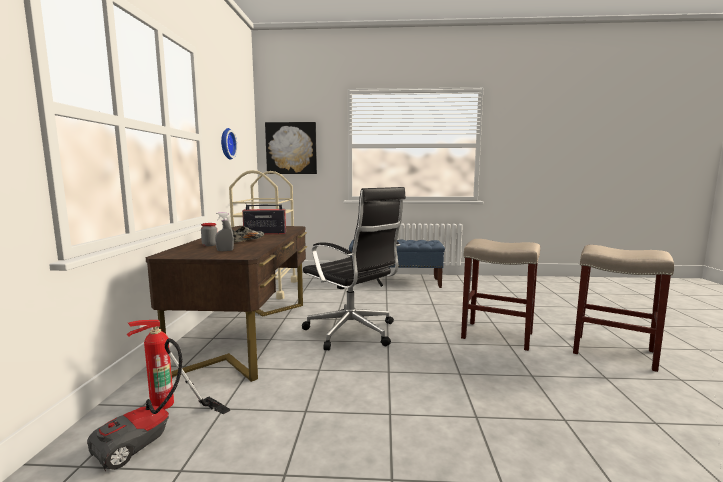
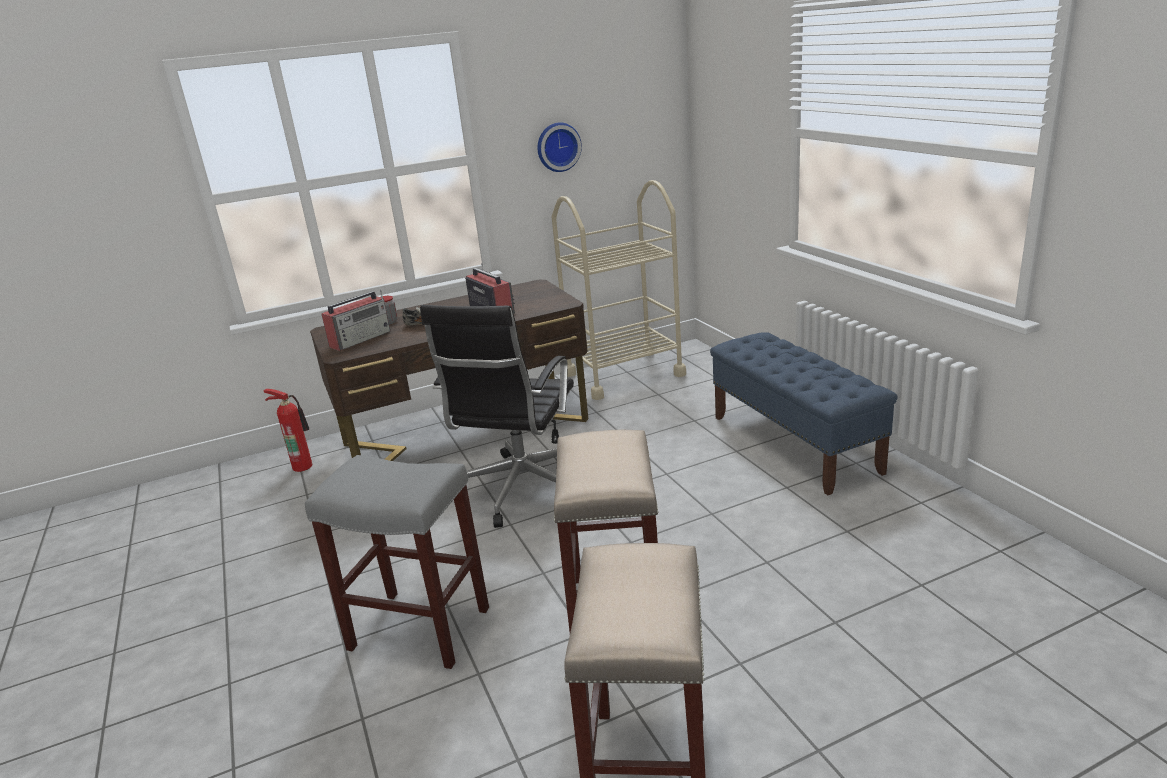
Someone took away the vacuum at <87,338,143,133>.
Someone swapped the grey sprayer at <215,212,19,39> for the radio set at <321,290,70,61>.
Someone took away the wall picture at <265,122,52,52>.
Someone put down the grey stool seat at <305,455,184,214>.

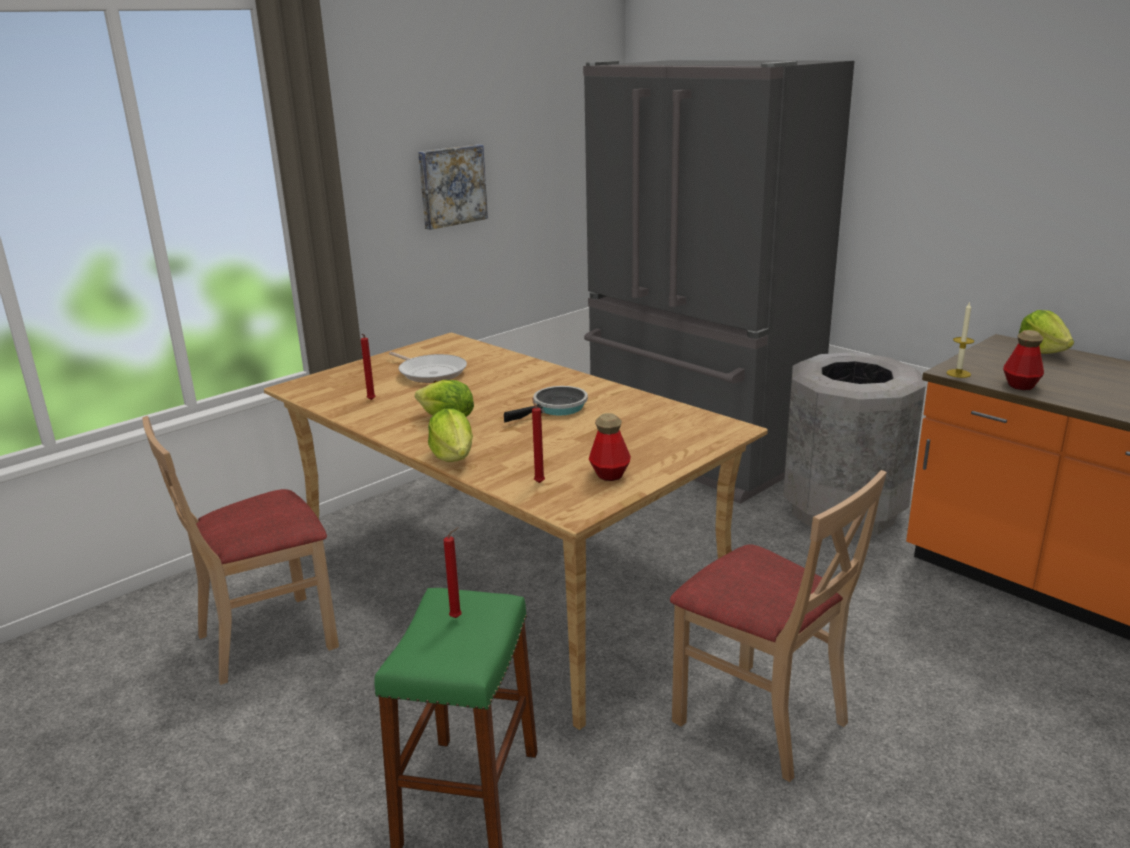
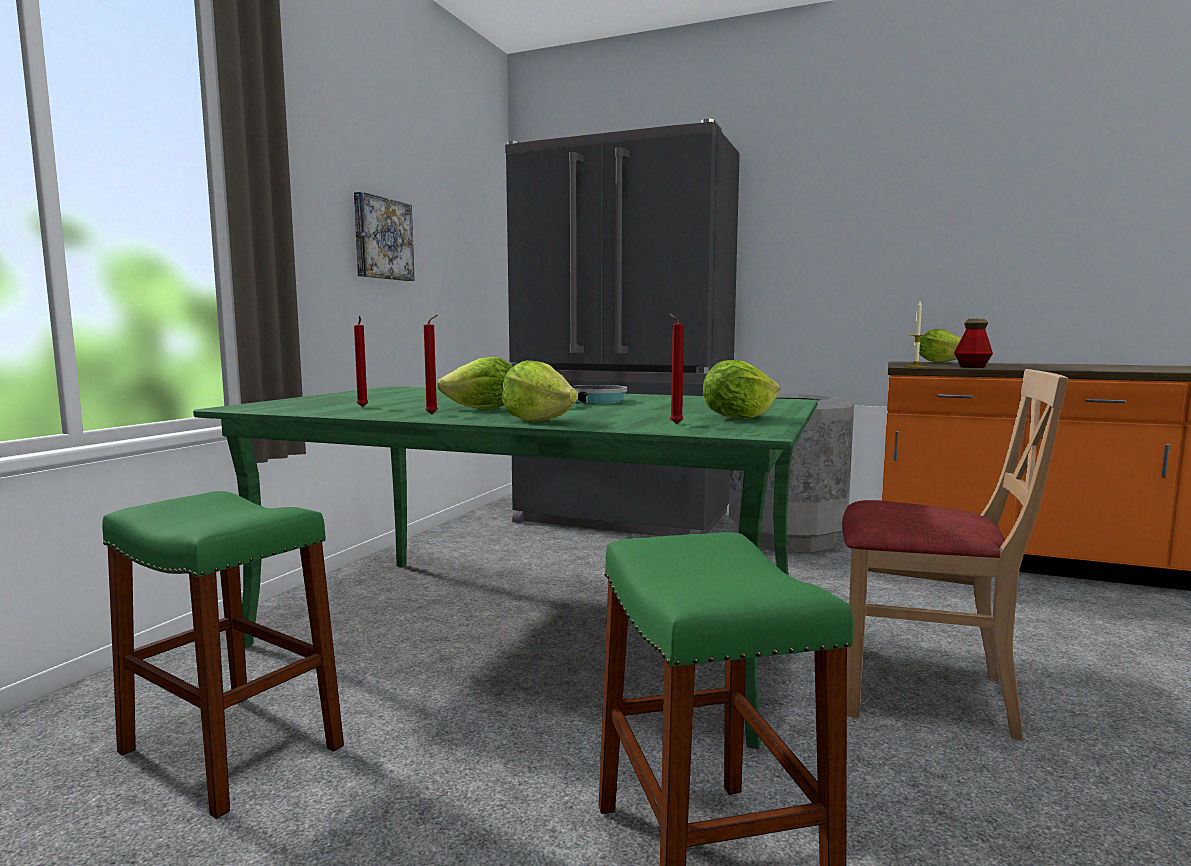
Someone swapped the sand-coloured plain chair at <142,416,197,269> for the green stool seat at <102,491,242,328>.
Someone repainted the sand-coloured kitchen table at <264,332,504,398>, which became the green kitchen table at <193,386,625,363>.
Someone took away the pan at <389,352,78,31>.
Someone carried the reddish candle from <444,527,18,91> to <424,315,14,100>.
Someone swapped the beverage bottle at <589,413,42,68> for the lettuce head at <702,360,78,59>.

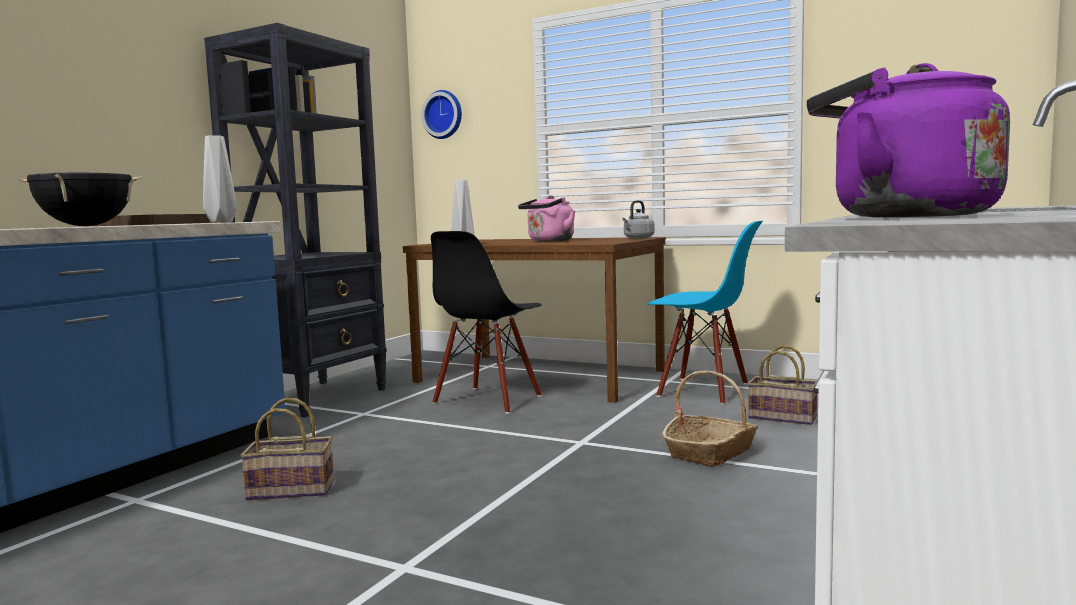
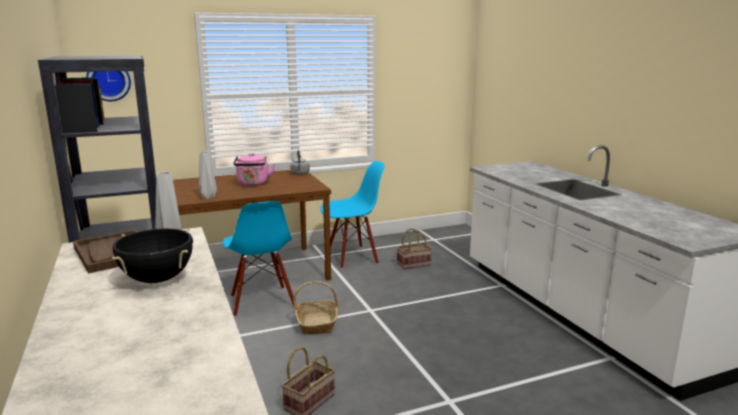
Someone repainted the blackish plain chair at <431,231,111,183>, which became the bluish plain chair at <223,201,71,116>.
Someone carried the household basket from <662,371,96,96> to <293,281,45,53>.
Someone took away the purple kettle at <807,63,203,154>.

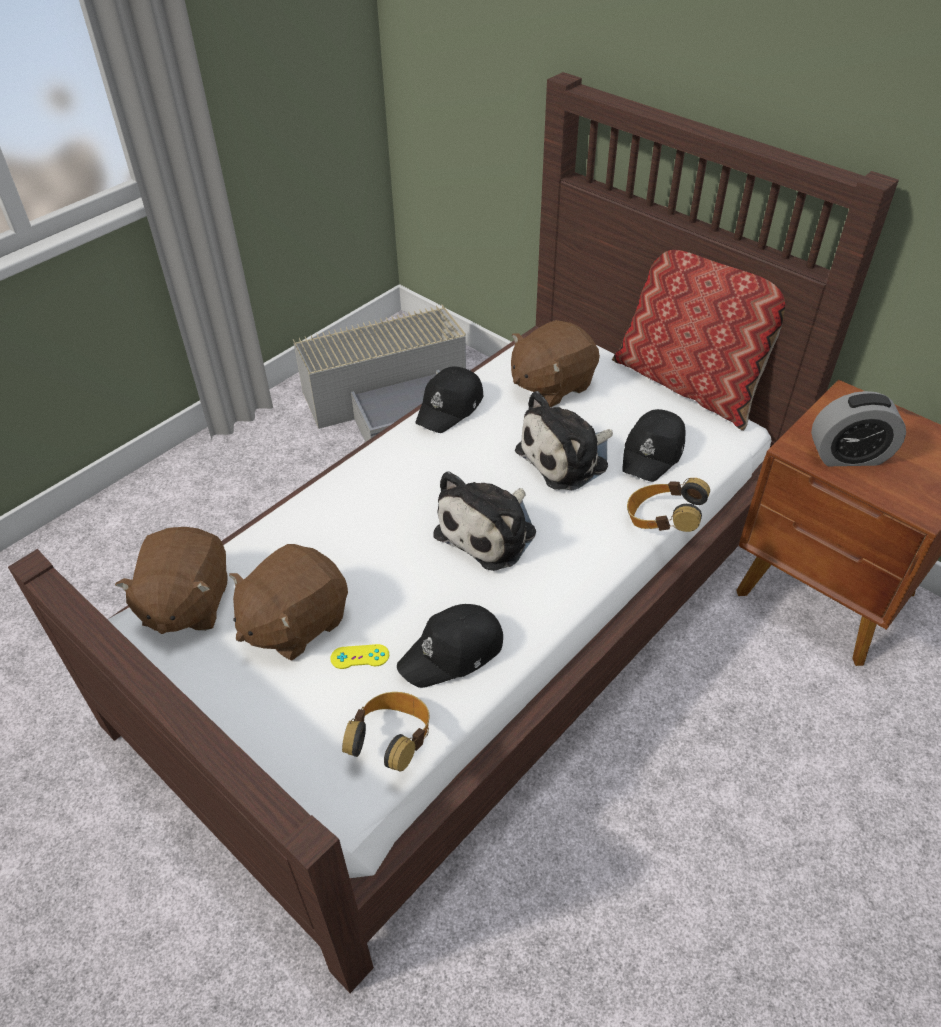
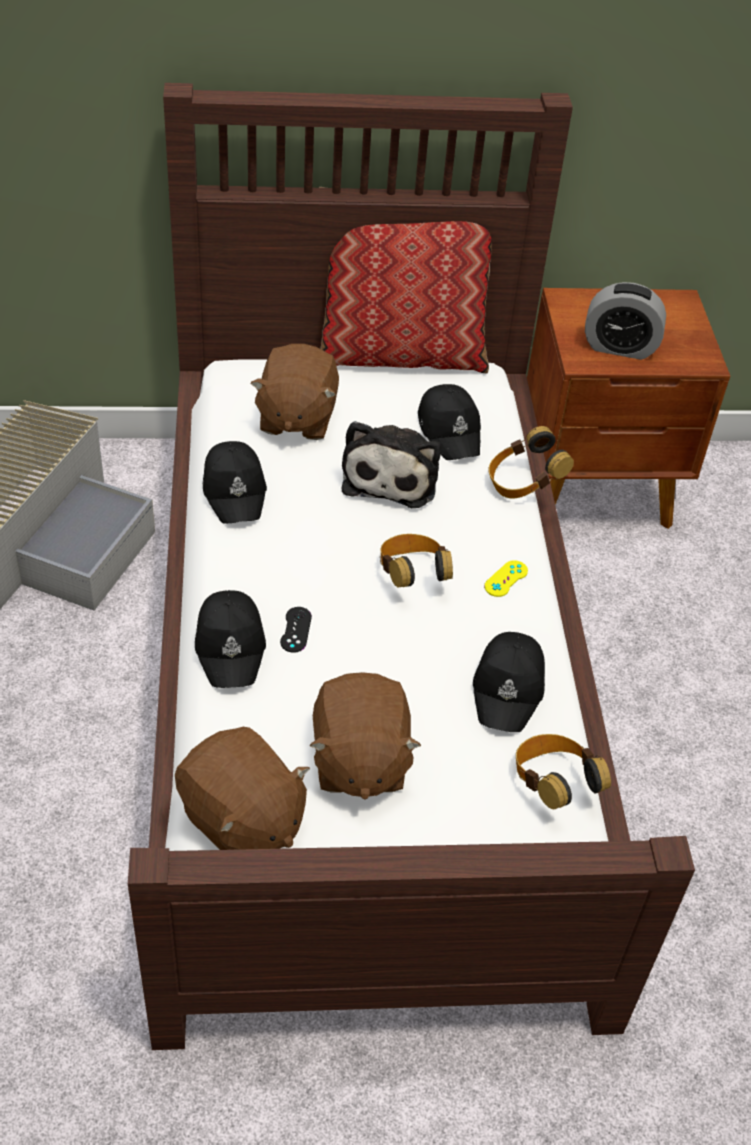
Someone carried the yellow gamepad from <330,644,59,25> to <484,560,44,37>.
Someone swapped the plush toy at <433,471,103,100> for the headset at <380,534,73,53>.
Someone rotated the table clock at <811,391,95,75> by 60 degrees clockwise.
Someone put down the blackish cap at <195,590,71,98>.
Someone put down the blackish gamepad at <280,607,32,46>.

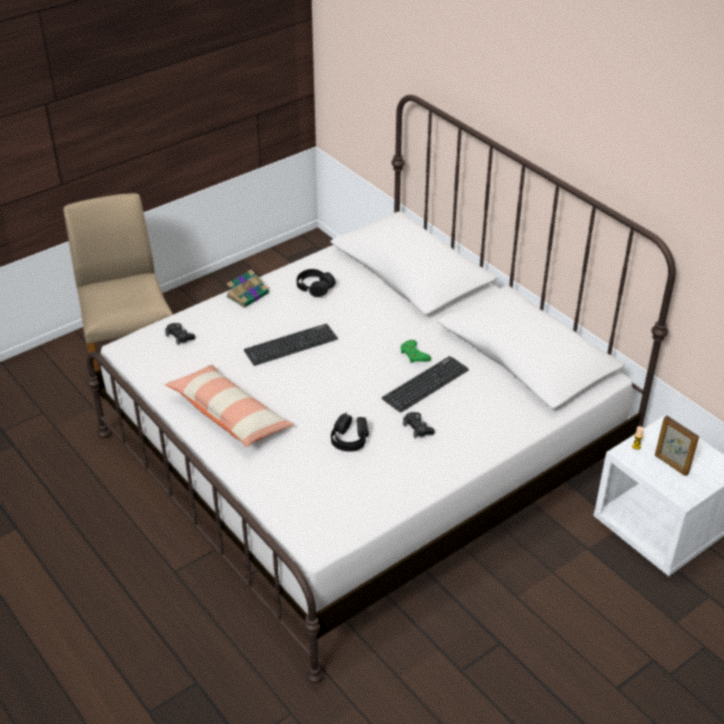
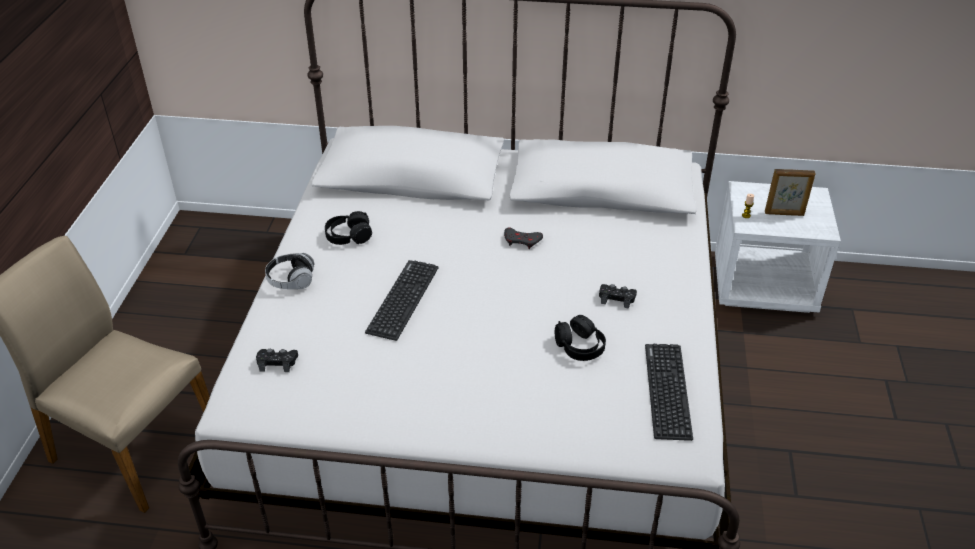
Someone took away the pillow at <164,364,129,83>.
Someone swapped the bound book at <226,269,44,39> for the headset at <265,253,49,36>.
Someone carried the computer keyboard from <382,356,87,57> to <645,344,48,97>.
Someone repainted the green gamepad at <401,340,30,23>, which became the grey gamepad at <504,228,39,21>.

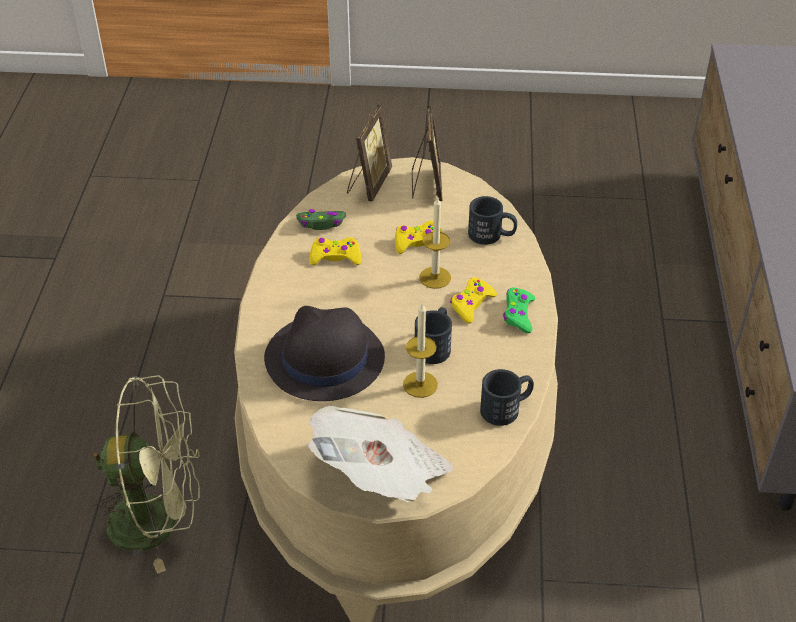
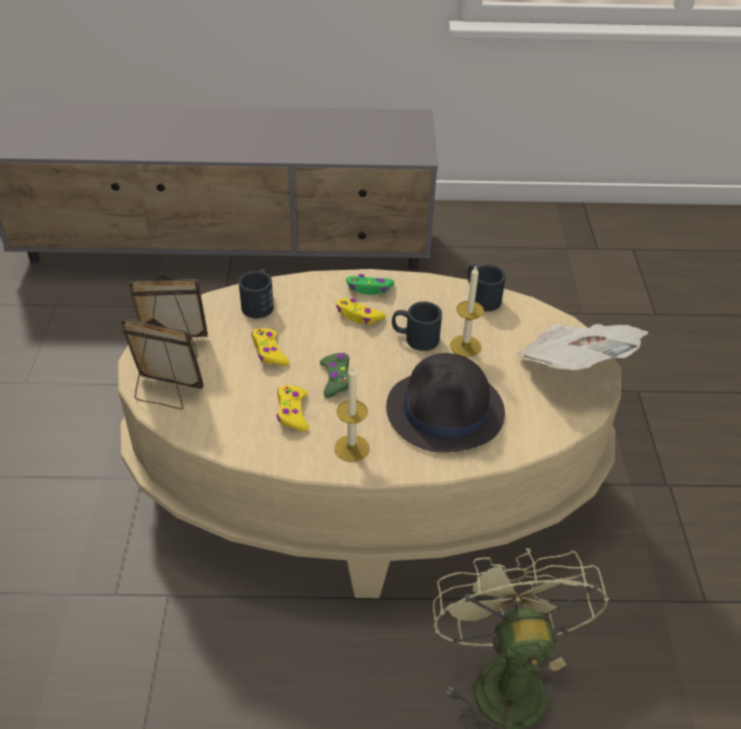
Someone carried the green gamepad from <296,209,50,21> to <320,353,30,45>.
Someone carried the candle from <419,196,32,93> to <334,366,36,96>.

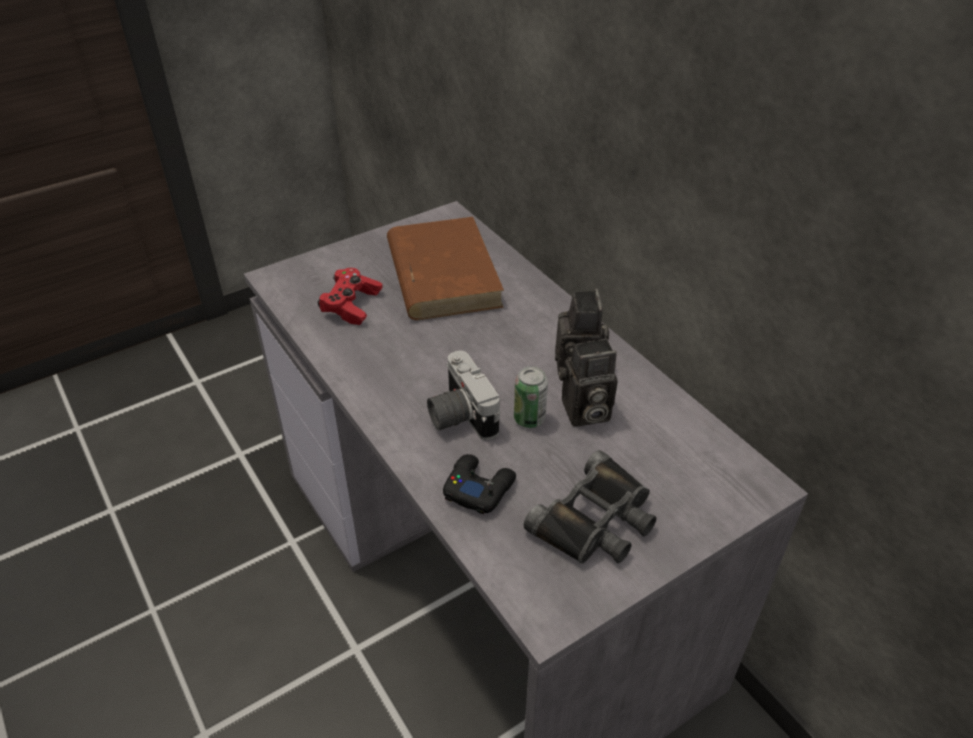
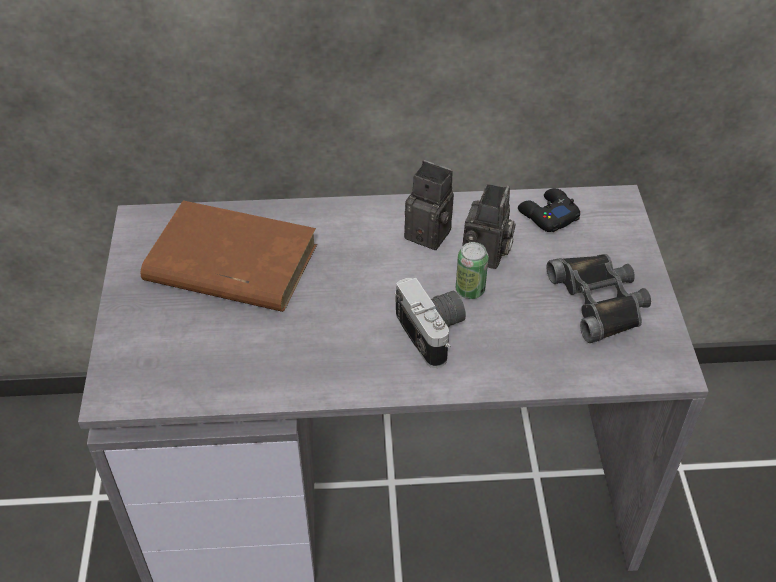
Someone took away the reddish gamepad at <317,268,66,57>.
Someone rotated the still camera at <427,351,74,89> by 120 degrees counterclockwise.
Someone carried the blackish gamepad from <443,454,73,60> to <518,188,62,44>.

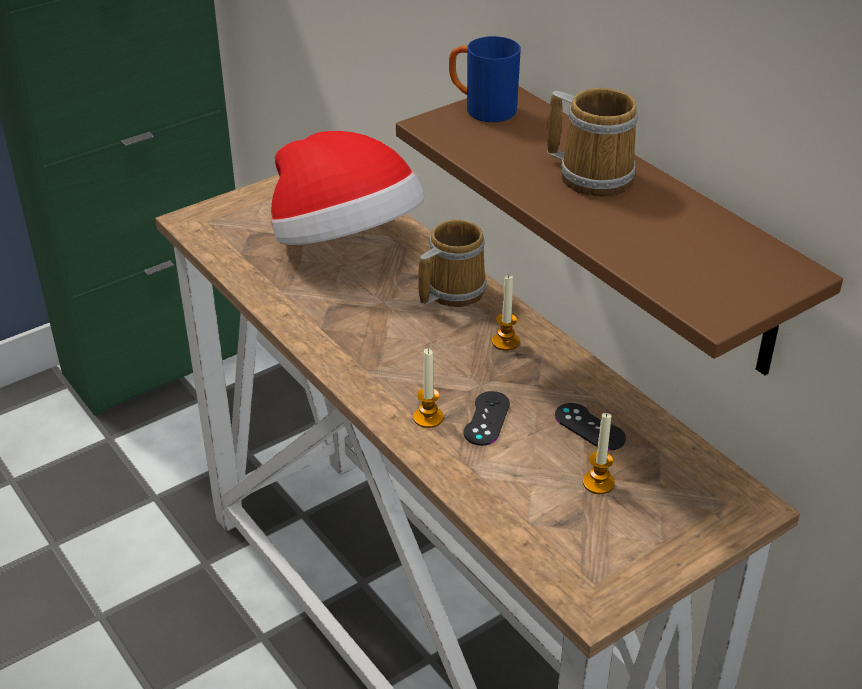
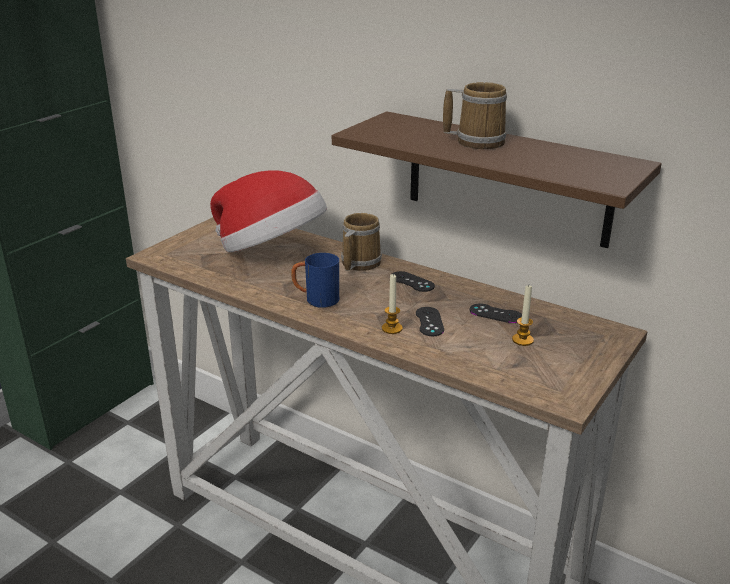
Someone carried the bluish tea mug from <449,36,72,86> to <291,253,48,55>.
Someone swapped the candle at <492,275,28,76> for the blackish gamepad at <392,271,43,21>.

